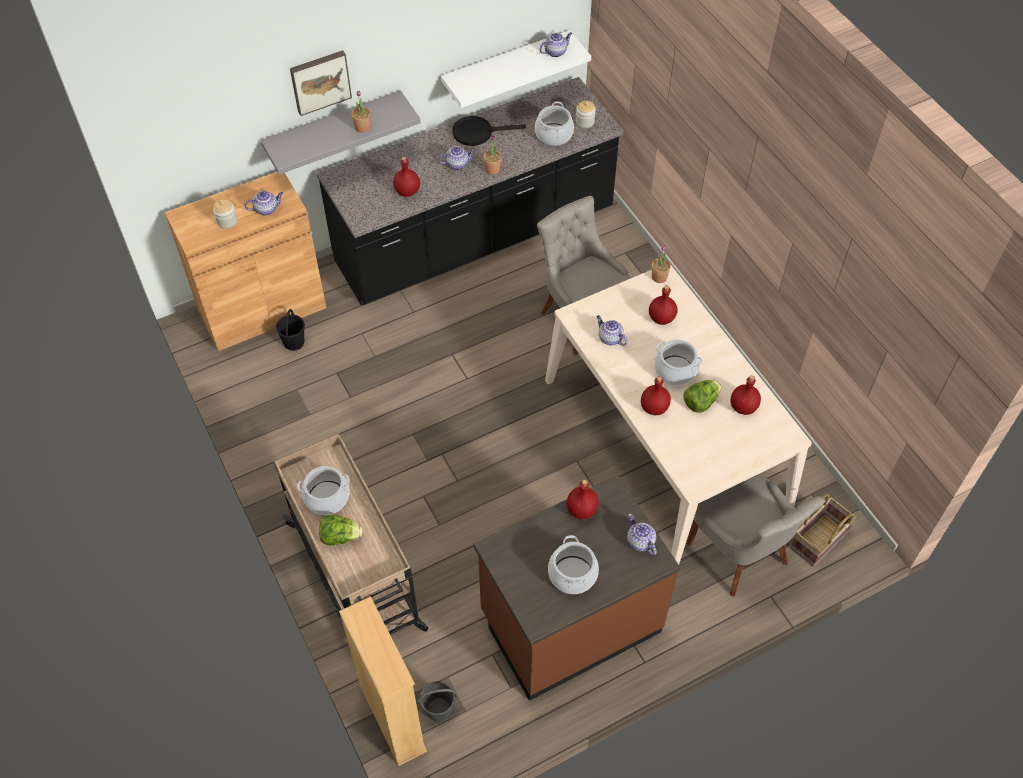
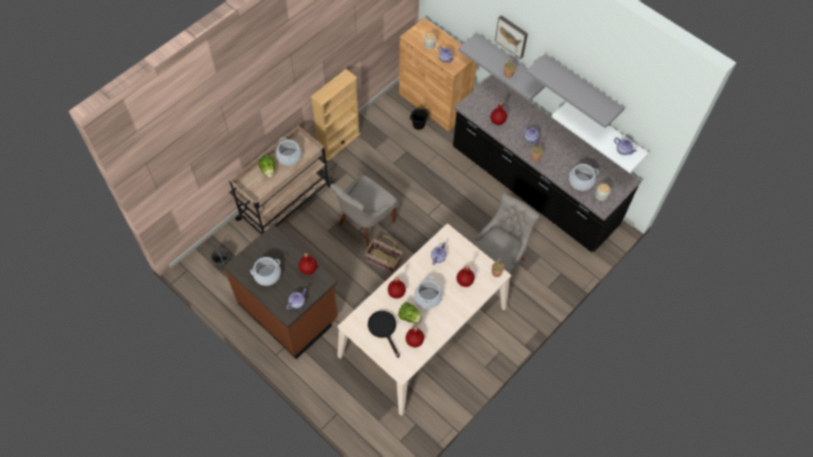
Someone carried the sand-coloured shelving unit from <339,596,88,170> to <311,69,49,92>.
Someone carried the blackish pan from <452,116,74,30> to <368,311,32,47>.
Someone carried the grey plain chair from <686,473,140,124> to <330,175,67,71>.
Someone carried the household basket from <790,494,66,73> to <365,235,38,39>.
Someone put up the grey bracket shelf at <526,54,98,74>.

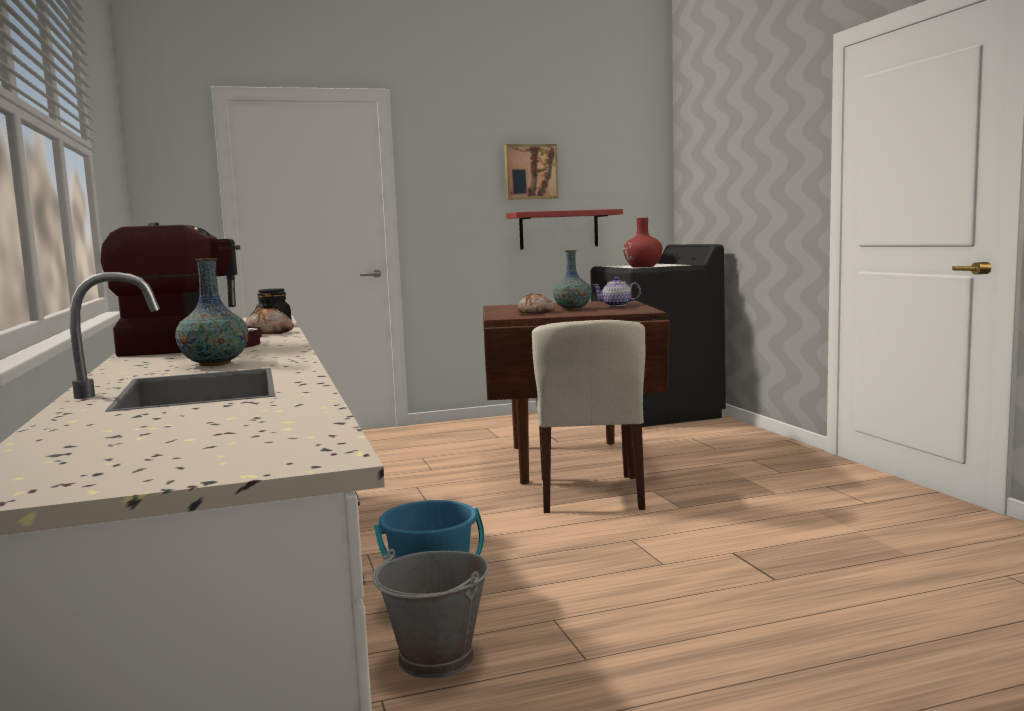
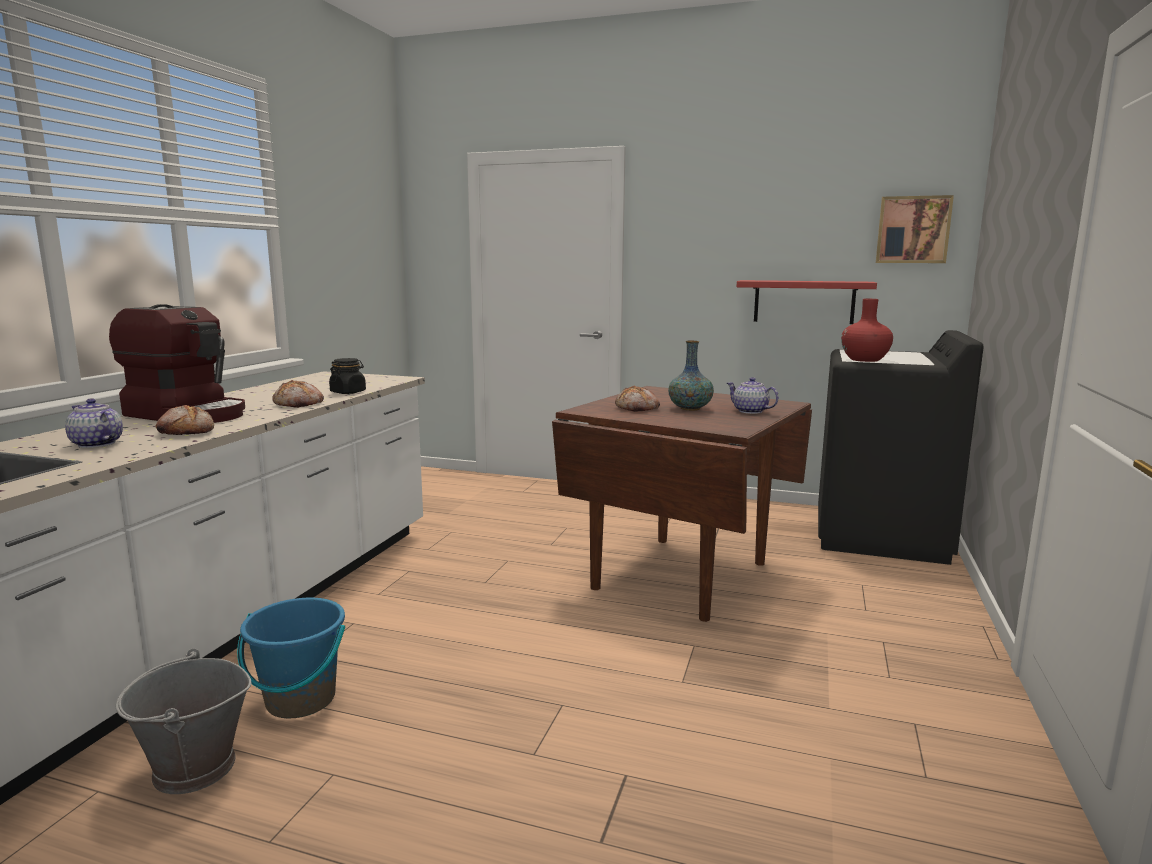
Someone swapped the vase at <175,258,74,108> for the pot for tea at <65,398,58,50>.
Someone carried the wall picture from <504,144,55,56> to <876,195,78,68>.
Someone took away the sand-coloured plain chair at <532,320,114,193>.
Someone put down the baked bread at <155,405,59,30>.

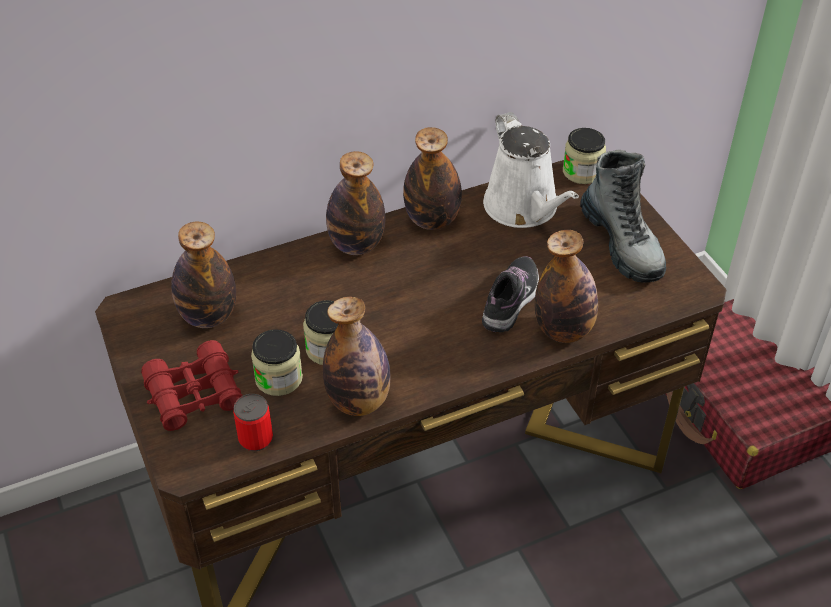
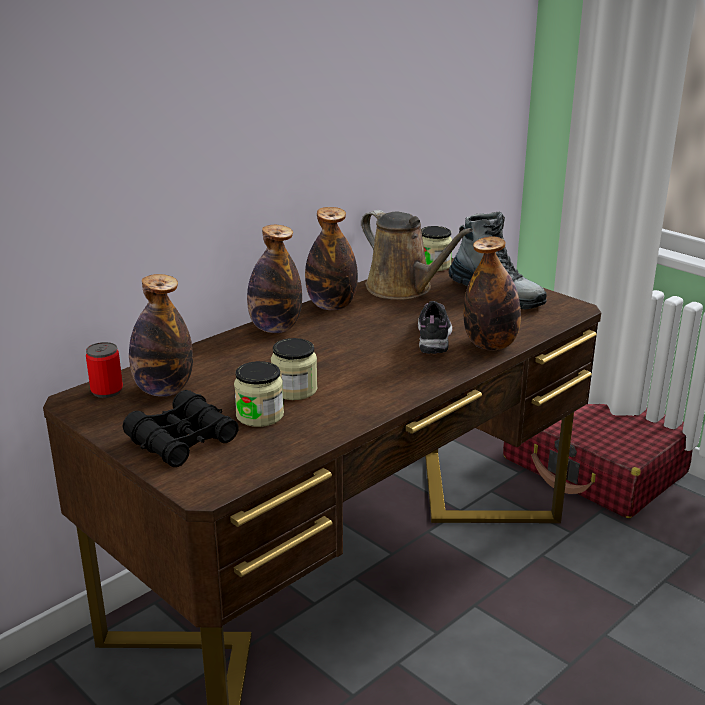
Someone repainted the reddish pair of binoculars at <141,340,102,91>, which became the blackish pair of binoculars at <123,390,116,77>.
Someone carried the metal can from <233,394,40,57> to <86,342,37,56>.
Someone took away the beverage bottle at <323,297,67,119>.
Someone repainted the white sprinkling can at <483,112,96,116>, which became the brown sprinkling can at <361,210,112,90>.

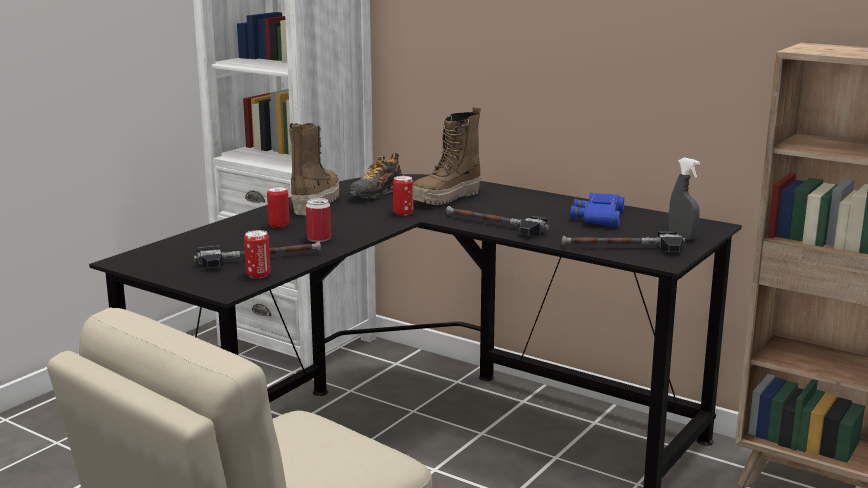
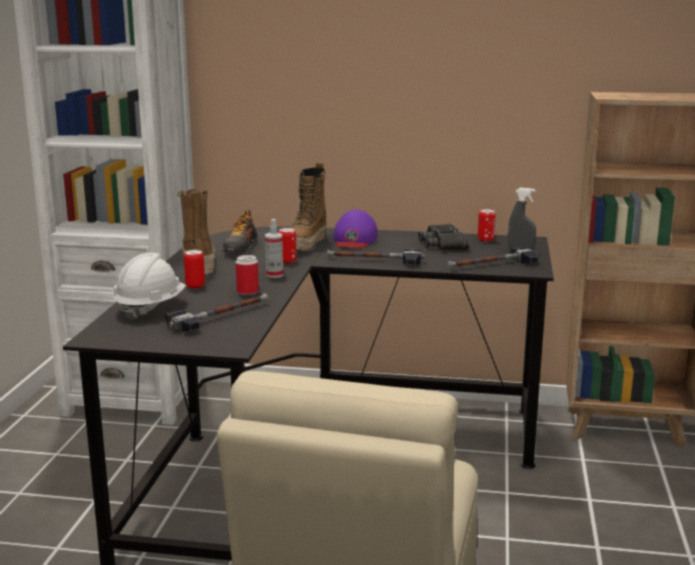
Someone carried the metal can from <244,230,27,48> to <478,209,18,33>.
Someone repainted the bluish pair of binoculars at <570,193,54,34>, which became the blackish pair of binoculars at <418,224,51,26>.
Someone put down the white work helmet at <113,253,73,68>.
Someone put down the sprayer at <265,219,18,59>.
Someone put down the purple cap at <333,210,45,38>.

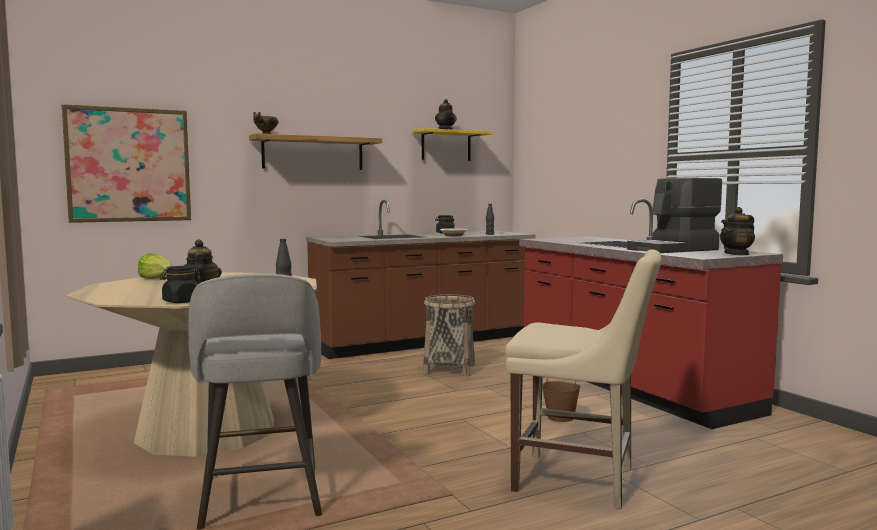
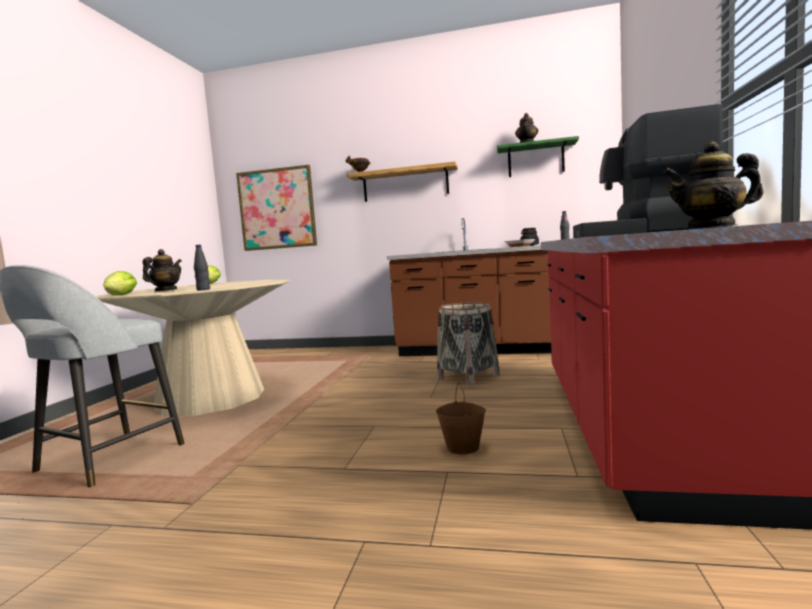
Someone swapped the blackish jar at <160,266,40,37> for the lettuce head at <103,271,34,24>.
Someone repainted the yellow bracket shelf at <412,128,80,33>, which became the green bracket shelf at <497,136,82,41>.
Someone took away the sand-coloured plain chair at <505,249,157,260>.

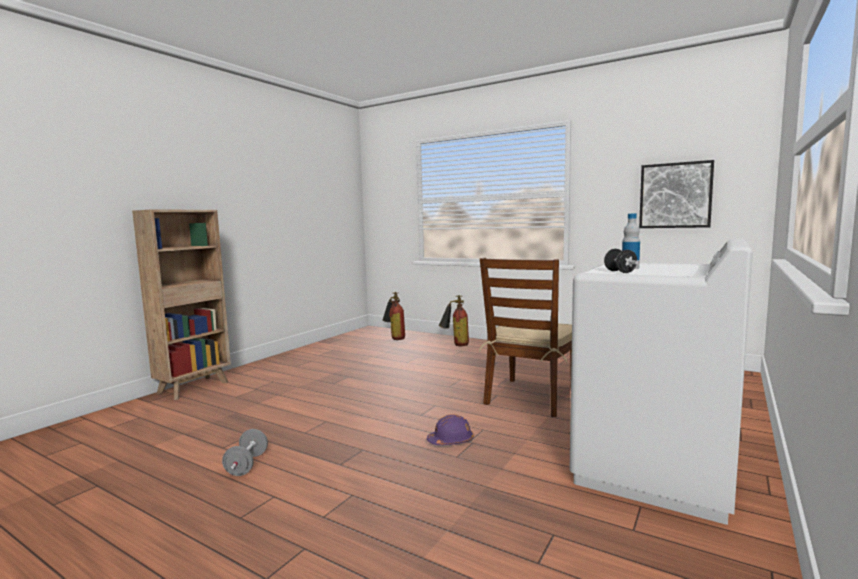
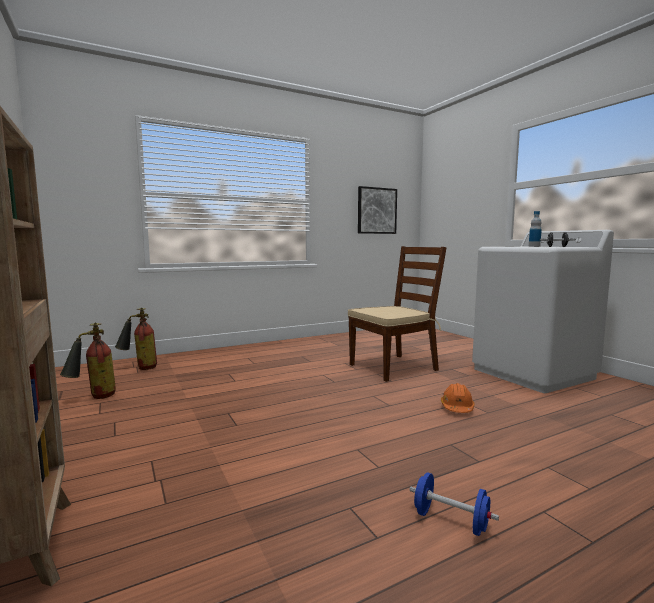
Someone repainted the grey free weight at <222,429,46,47>, which became the bluish free weight at <410,472,89,64>.
Someone repainted the purple work helmet at <427,414,47,31>, which became the orange-coloured work helmet at <441,383,34,30>.
Someone carried the extinguisher from <439,295,30,51> to <60,322,56,77>.
Someone rotated the brown plain chair at <479,258,93,159> by 90 degrees counterclockwise.

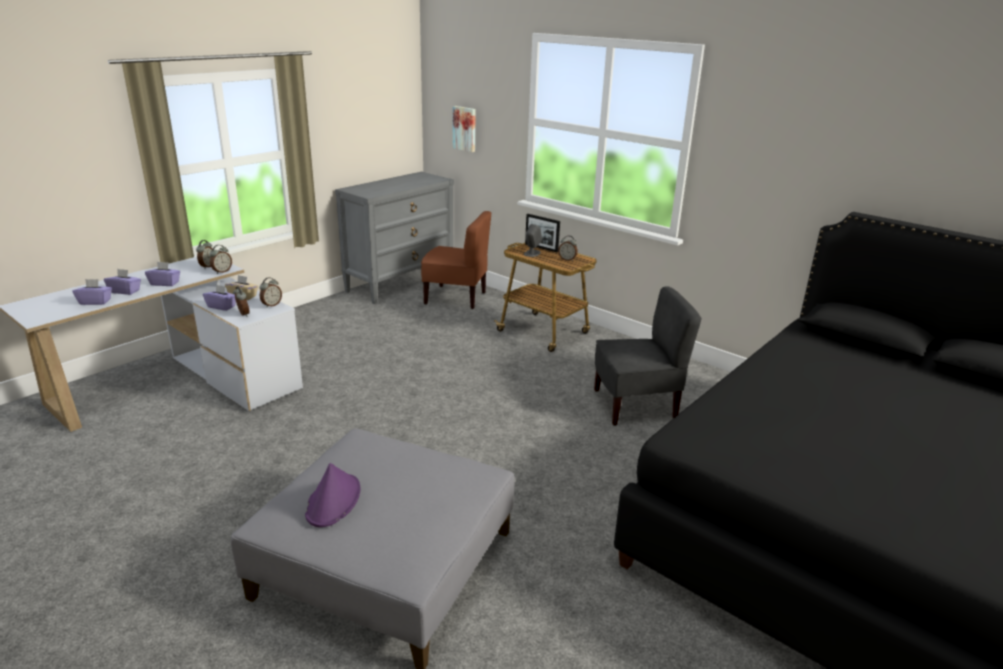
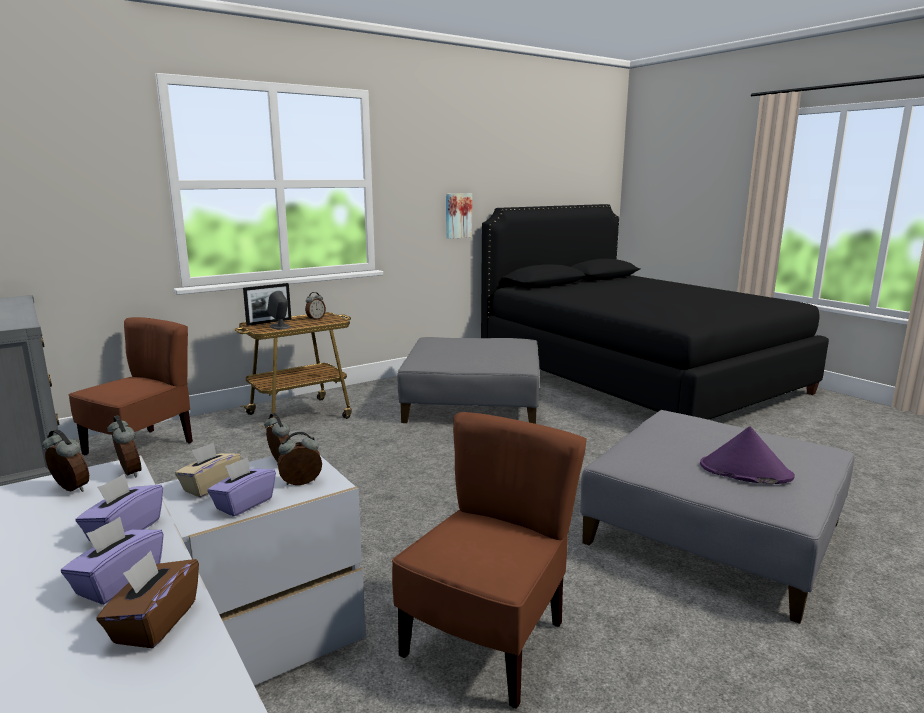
Someone repainted the purple tissue holder at <72,279,40,26>, which became the brown tissue holder at <96,551,103,97>.
Someone carried the wall picture from <453,106,23,46> to <446,193,26,46>.
Someone swapped the grey plain chair at <594,287,108,139> for the grey footrest at <397,337,143,87>.
Someone put down the brown plain chair at <392,412,195,297>.

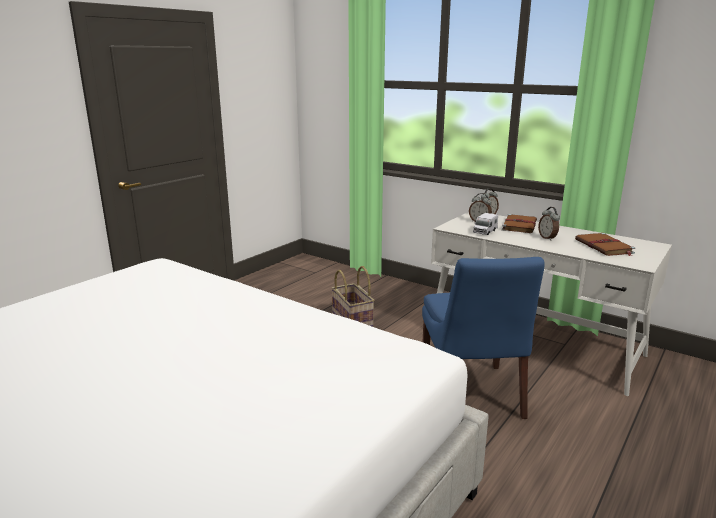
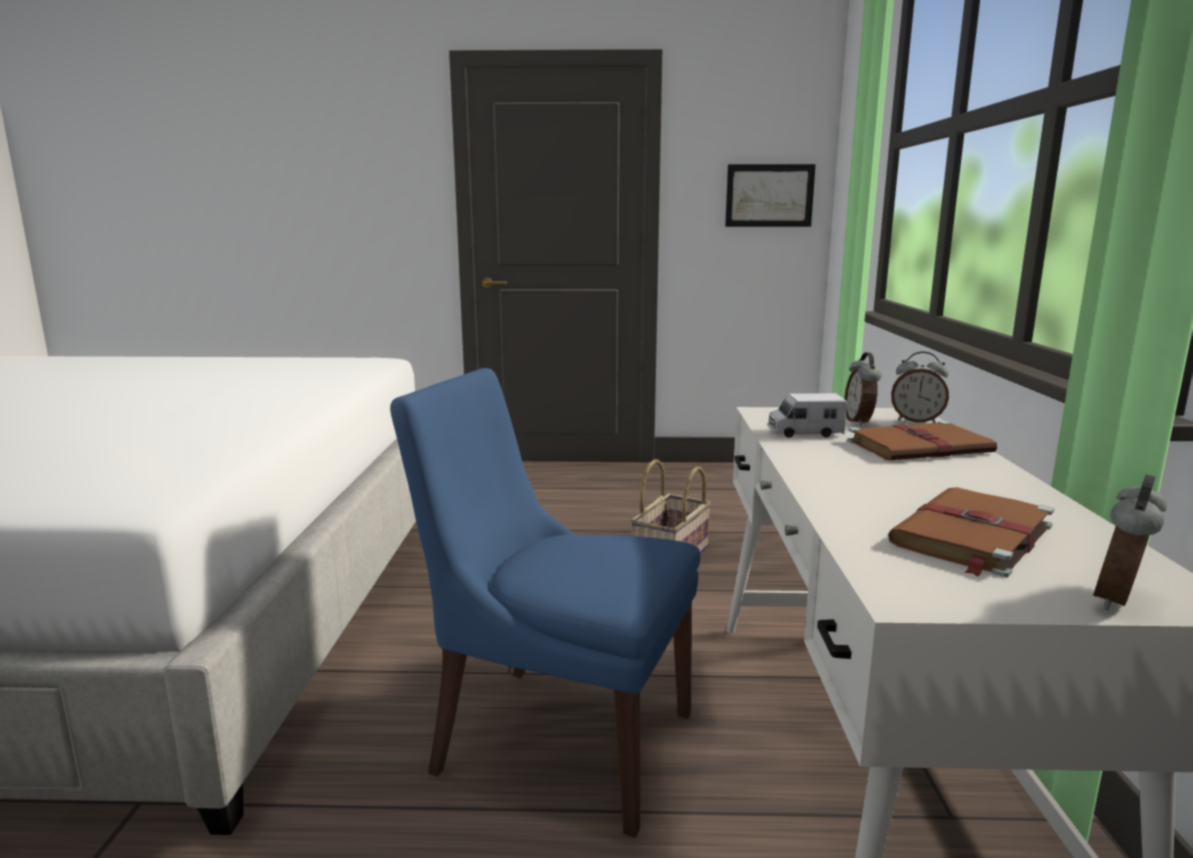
Someone rotated the bluish plain chair at <422,257,123,162> by 60 degrees clockwise.
Someone carried the table clock from <538,207,22,34> to <1093,474,74,136>.
Someone put up the wall picture at <725,164,91,63>.

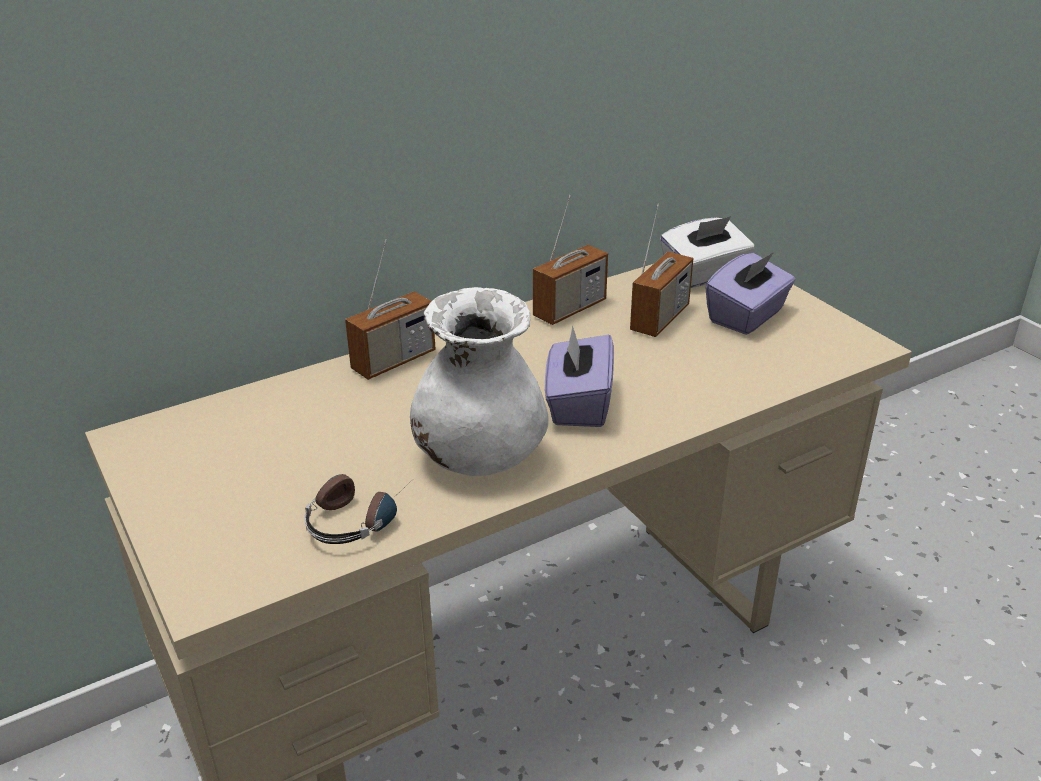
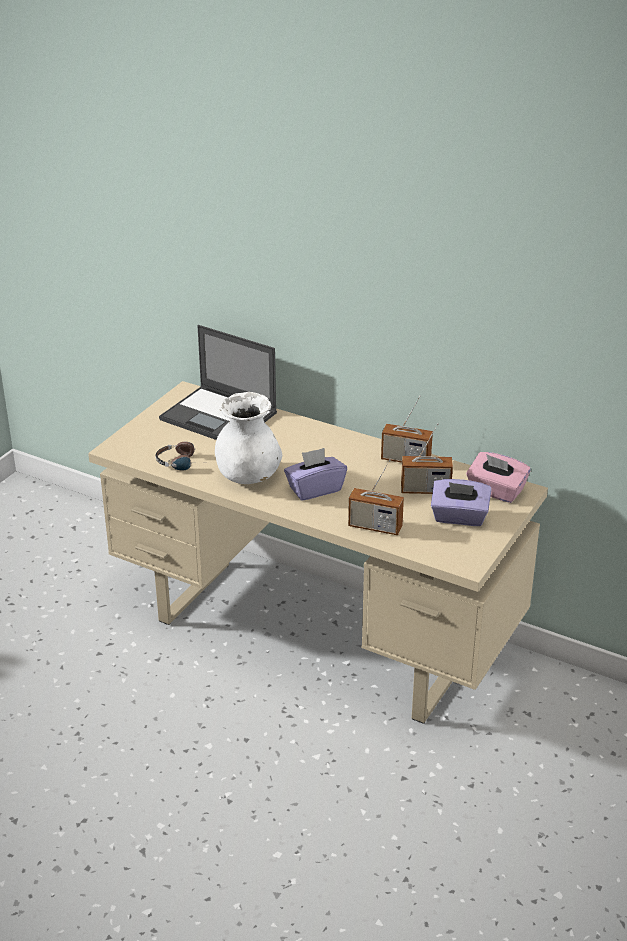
Someone carried the radio set from <345,239,90,141> to <348,459,56,76>.
Someone repainted the white tissue holder at <660,216,94,72>, which became the pink tissue holder at <466,452,65,51>.
Someone put down the notebook computer at <159,325,118,115>.

